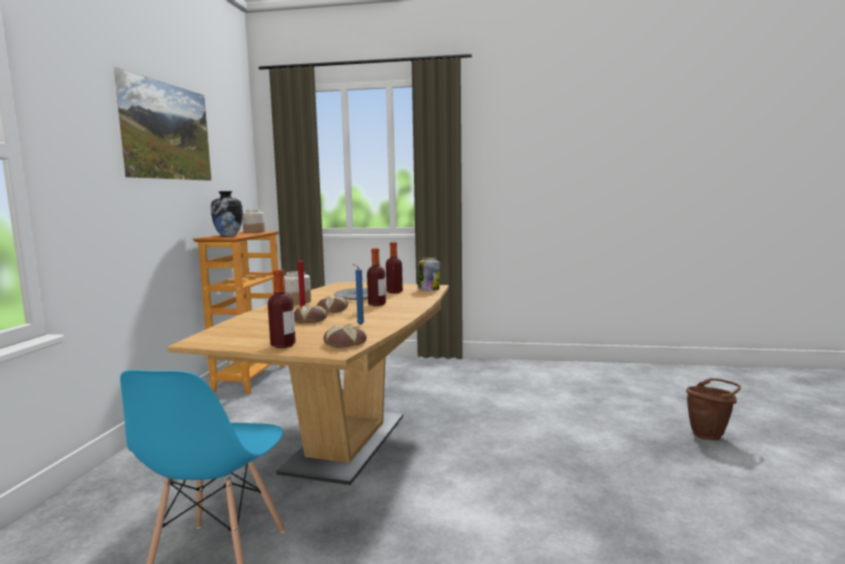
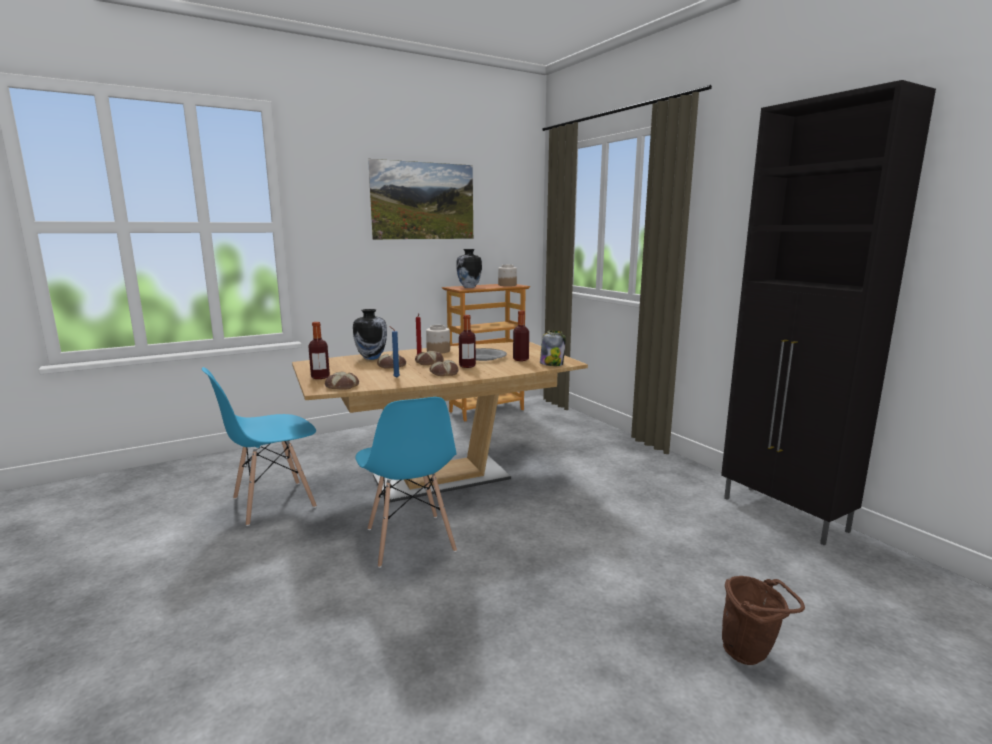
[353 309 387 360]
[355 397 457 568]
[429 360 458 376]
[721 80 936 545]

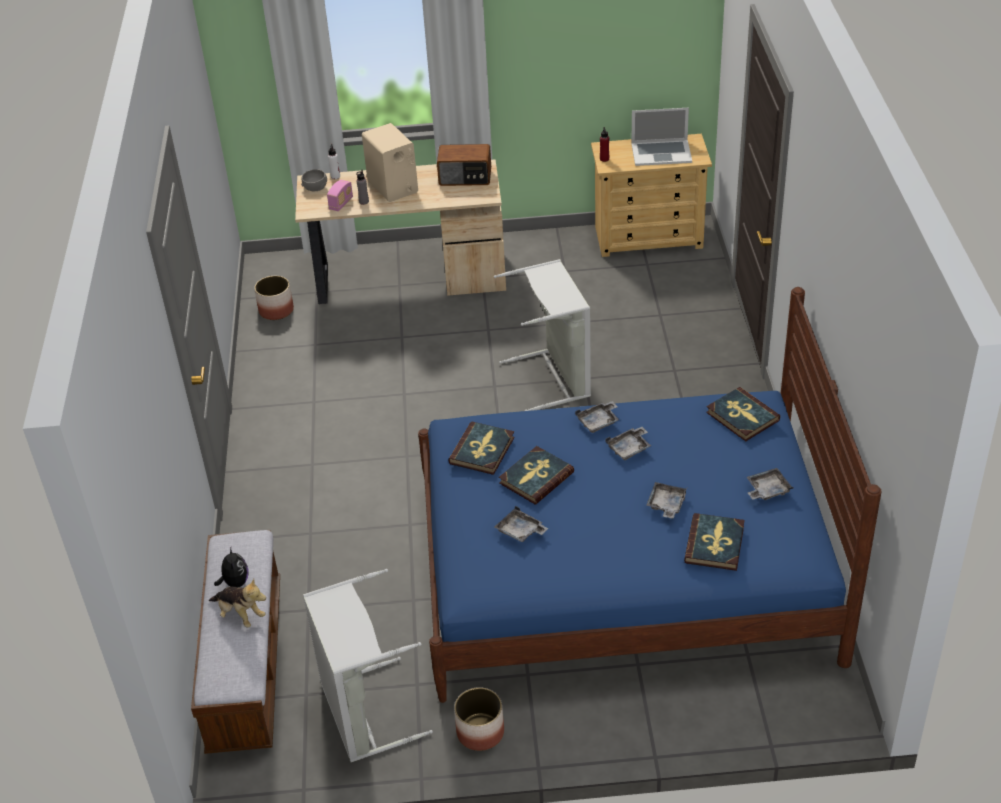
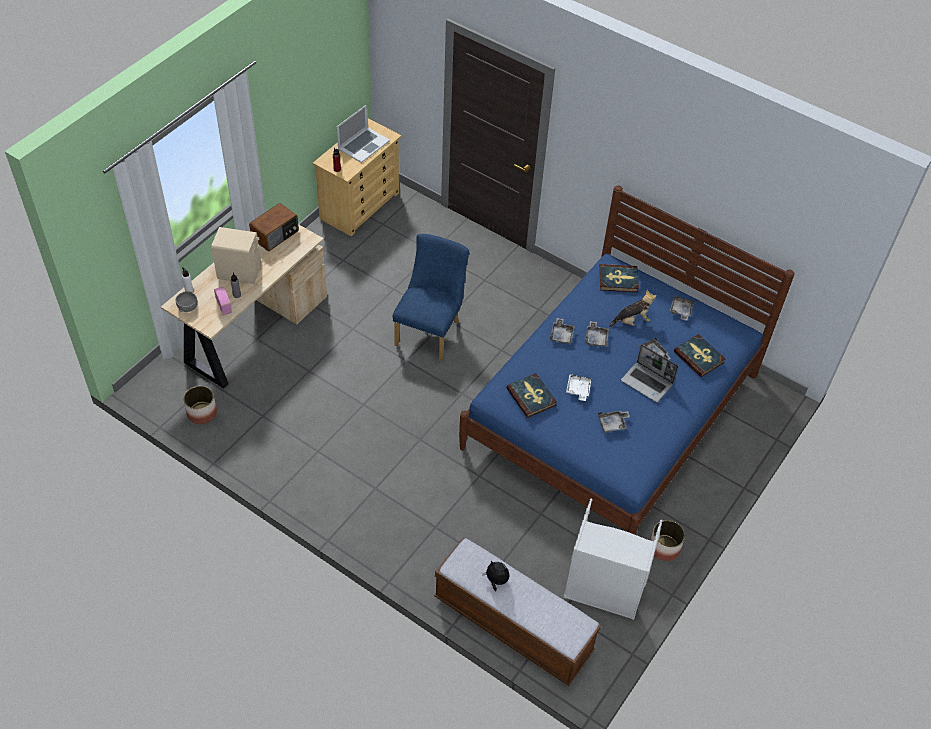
[392 234 469 361]
[566 374 592 401]
[609 290 656 327]
[621 344 678 402]

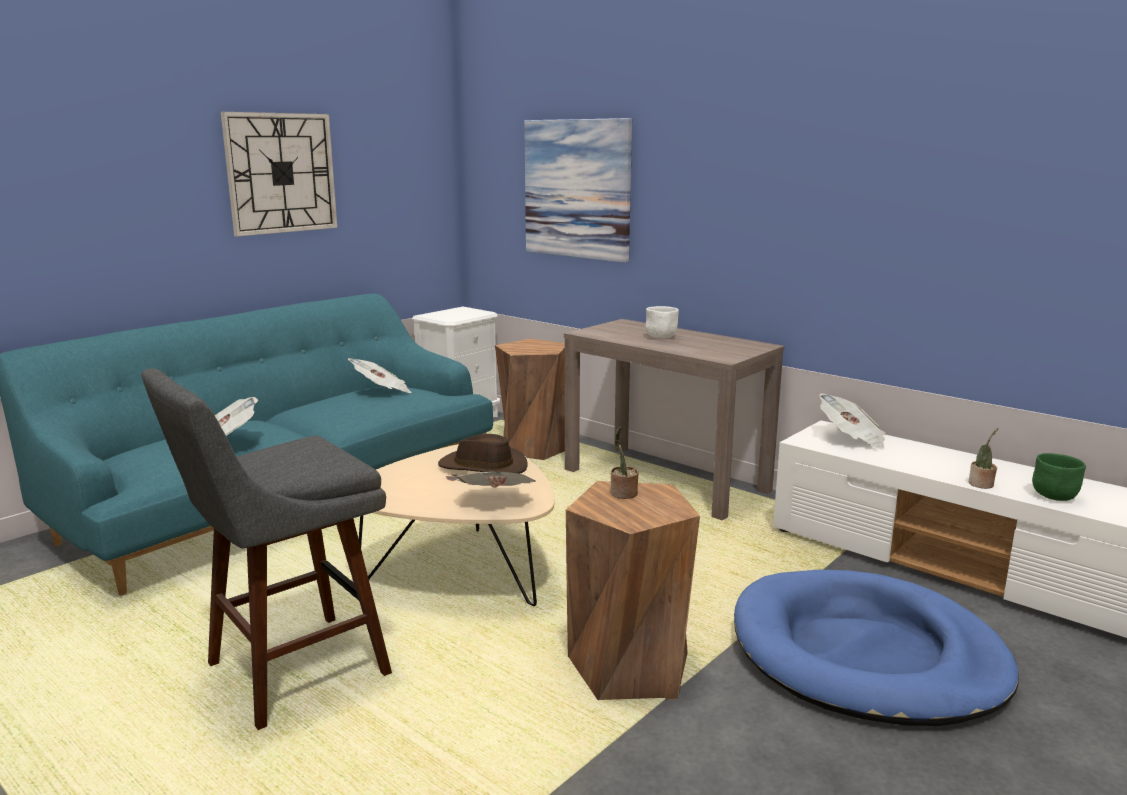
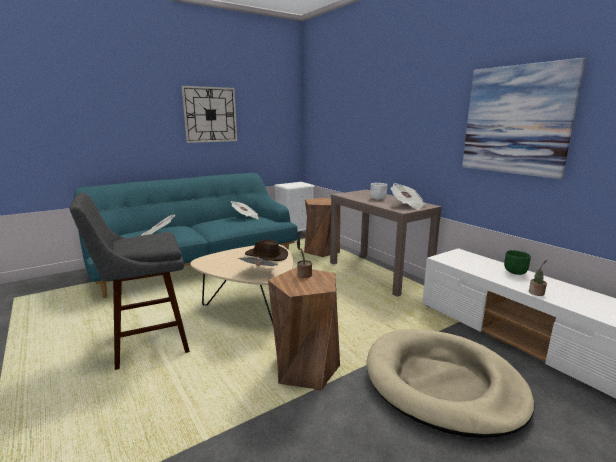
[367 329 535 438]
[390 183 426 210]
[462 58 586 179]
[504 250 531 275]

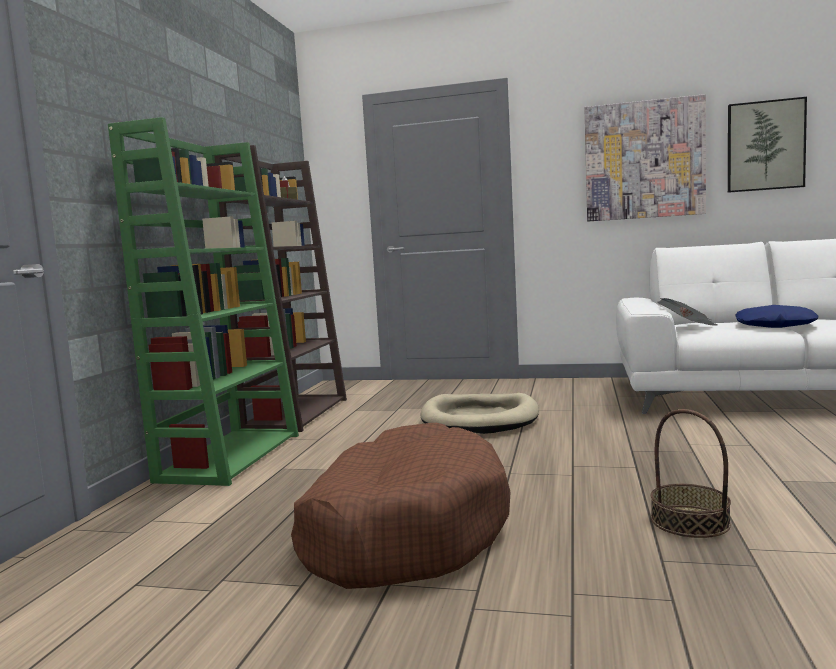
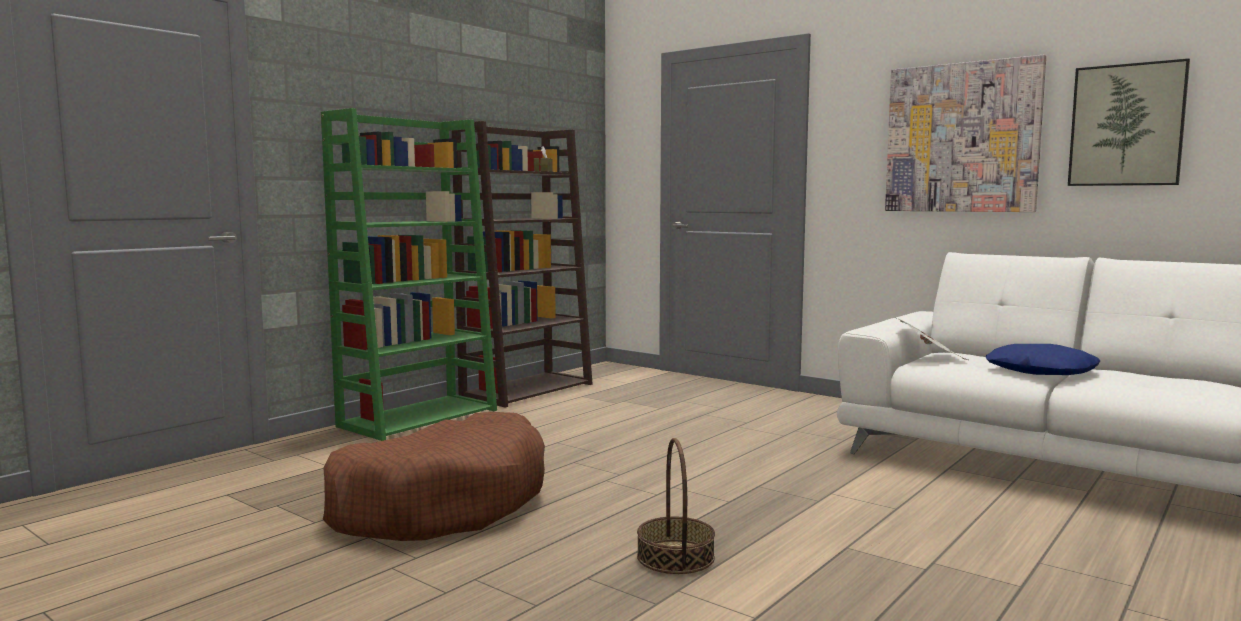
[421 393 539 434] (first image)

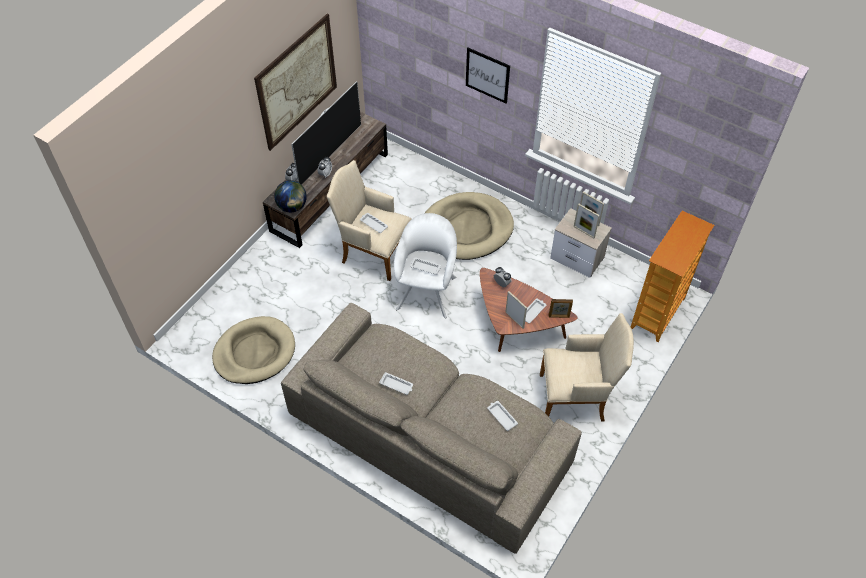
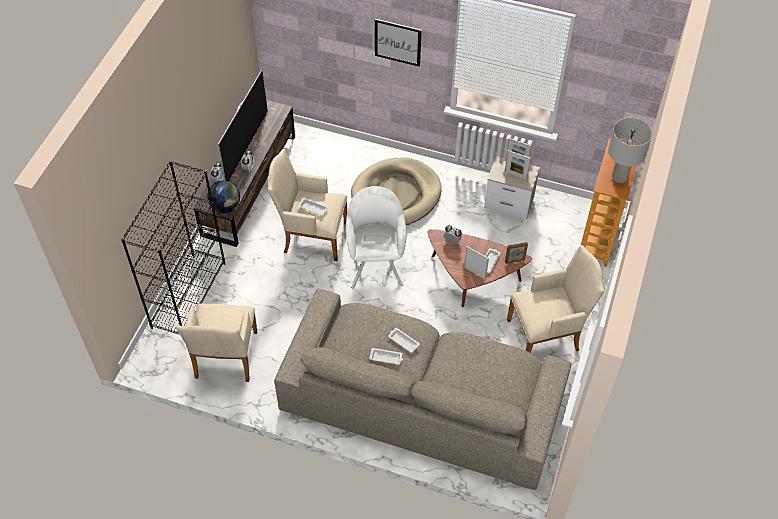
[121 161 225 335]
[176 303 257 382]
[388 328 420 353]
[608 118 652 183]
[254 14 337 151] (first image)

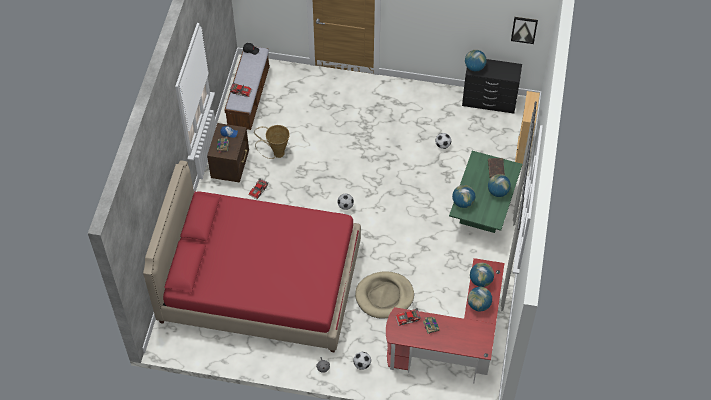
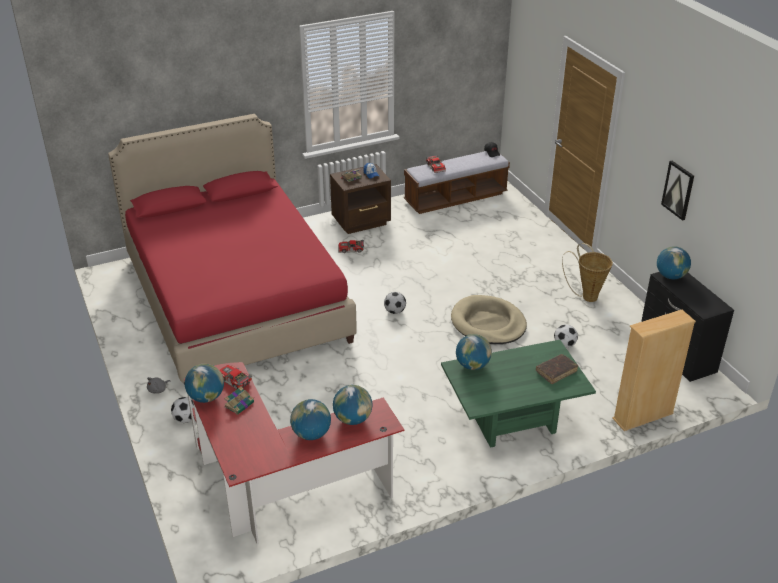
[185 364 224 403]
[451 295 527 344]
[562 243 613 302]
[661 161 694 221]

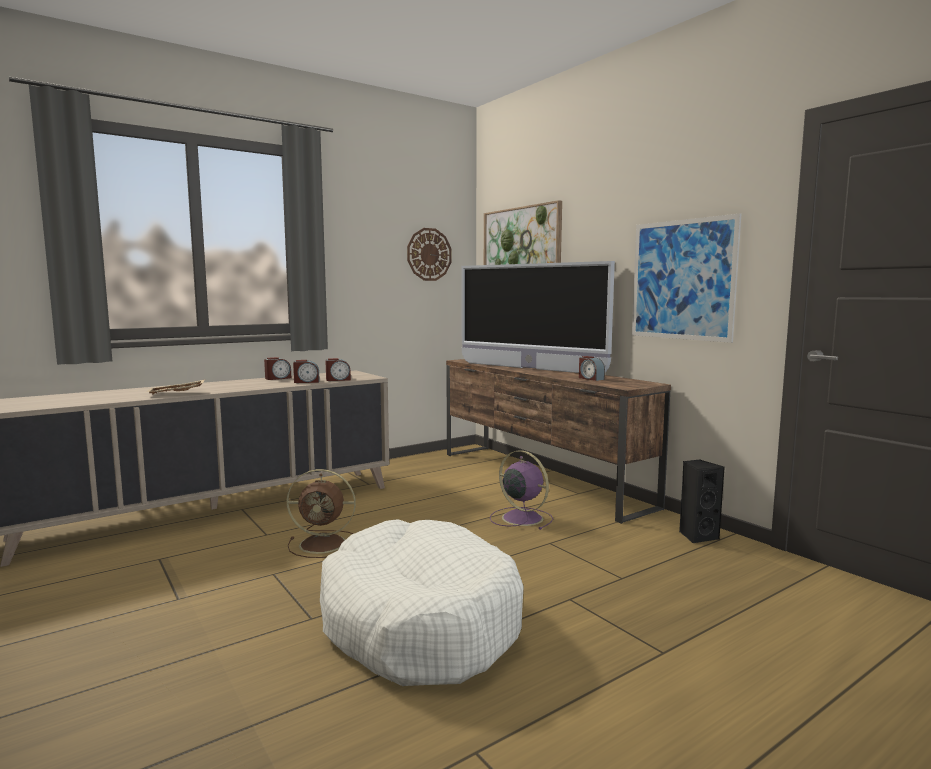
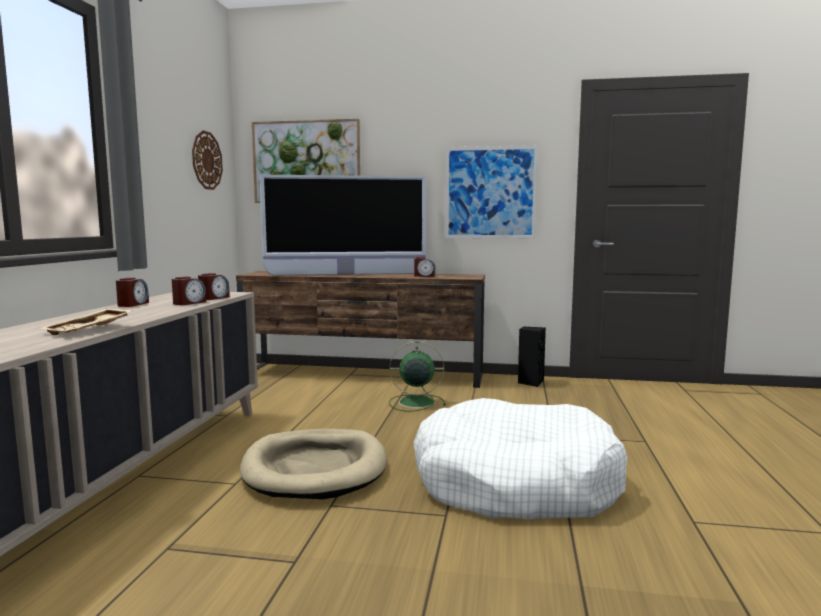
[240 429 387 499]
[389 342 446 412]

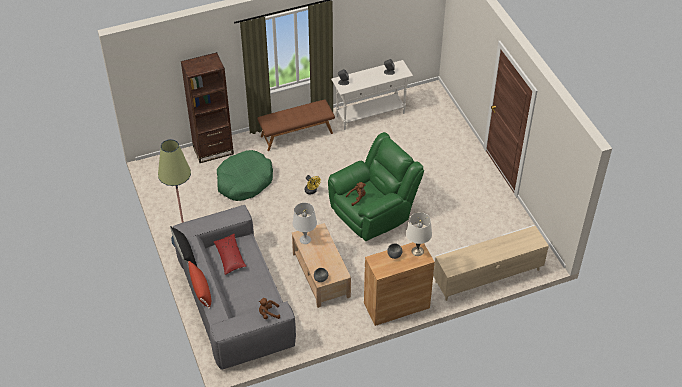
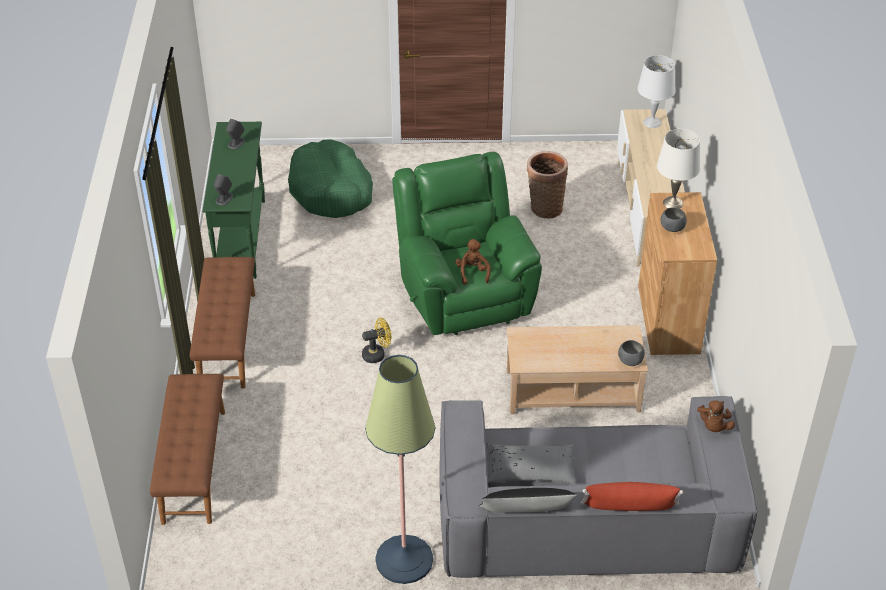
[150 374 225 525]
[203 122 265 279]
[288 140 373 218]
[487 443 576 484]
[527 151 568 218]
[637 55 676 128]

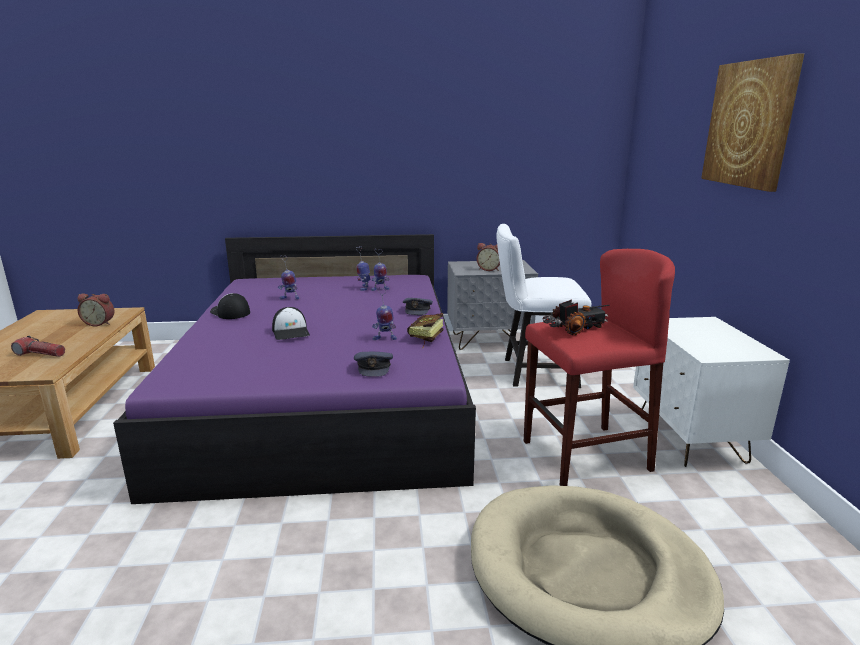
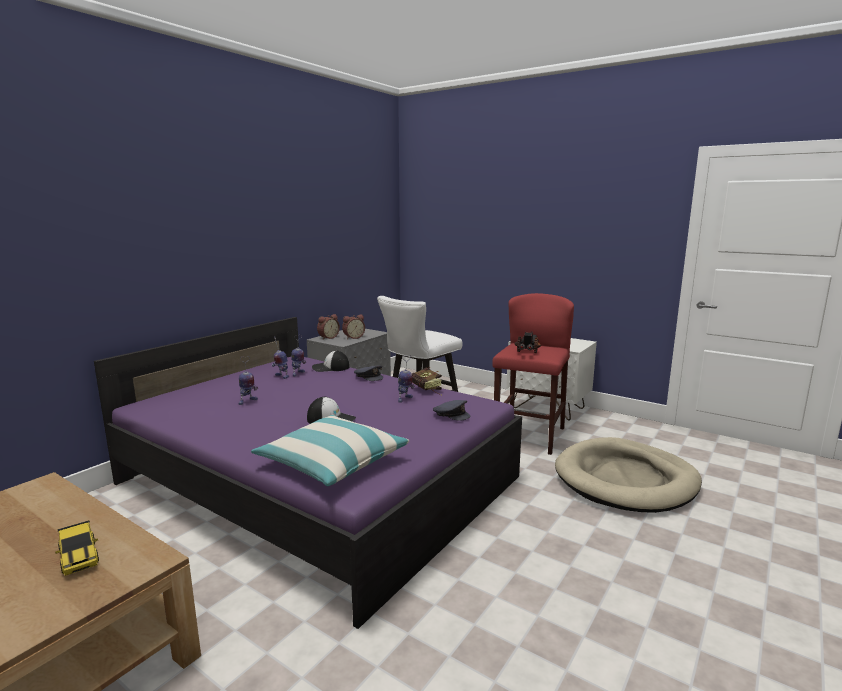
[55 520 99 576]
[251 415 409 487]
[312 351 349 372]
[317 314 340 340]
[701 53 804 192] (first image)

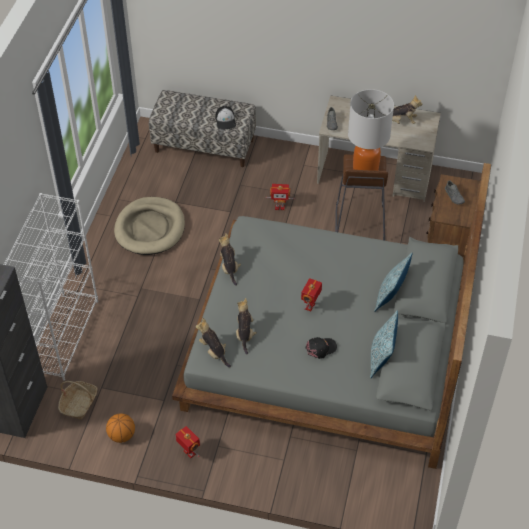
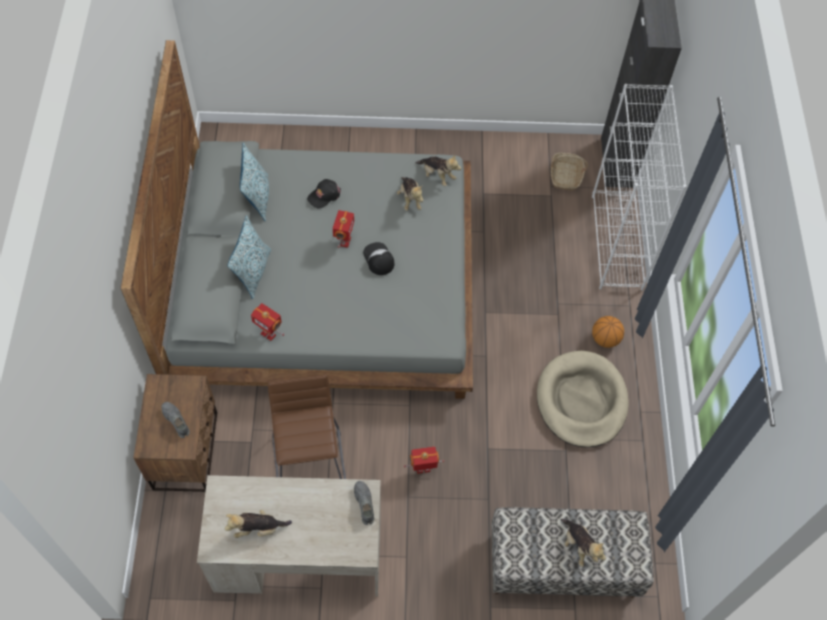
[251 303 284 341]
[363 242 394 275]
[560 519 606 567]
[592 316 624 348]
[348 89 394 171] (first image)

